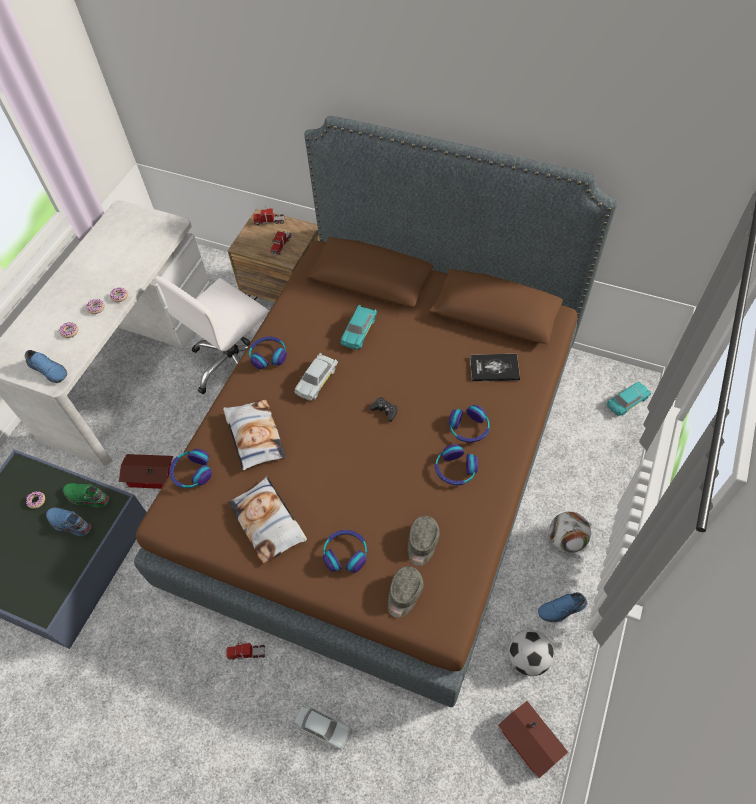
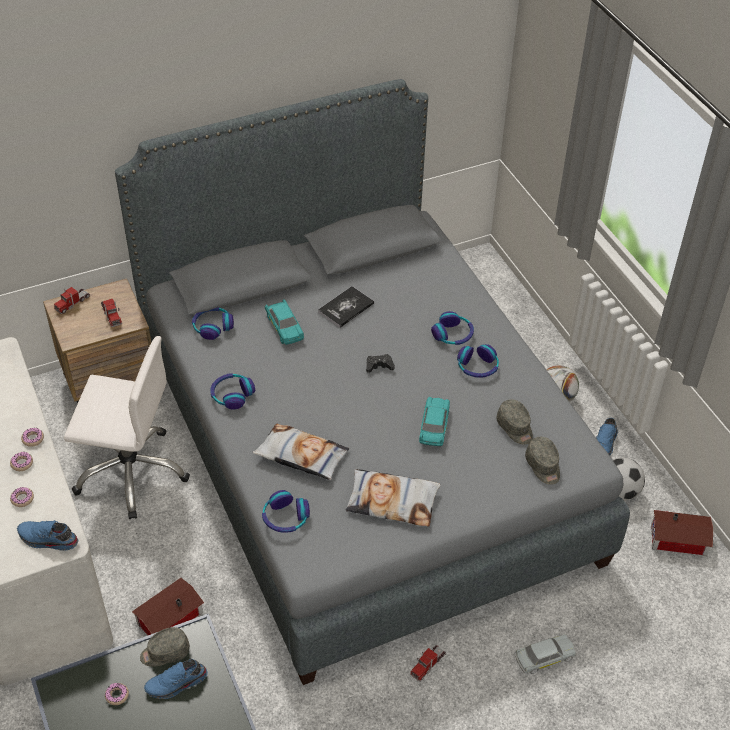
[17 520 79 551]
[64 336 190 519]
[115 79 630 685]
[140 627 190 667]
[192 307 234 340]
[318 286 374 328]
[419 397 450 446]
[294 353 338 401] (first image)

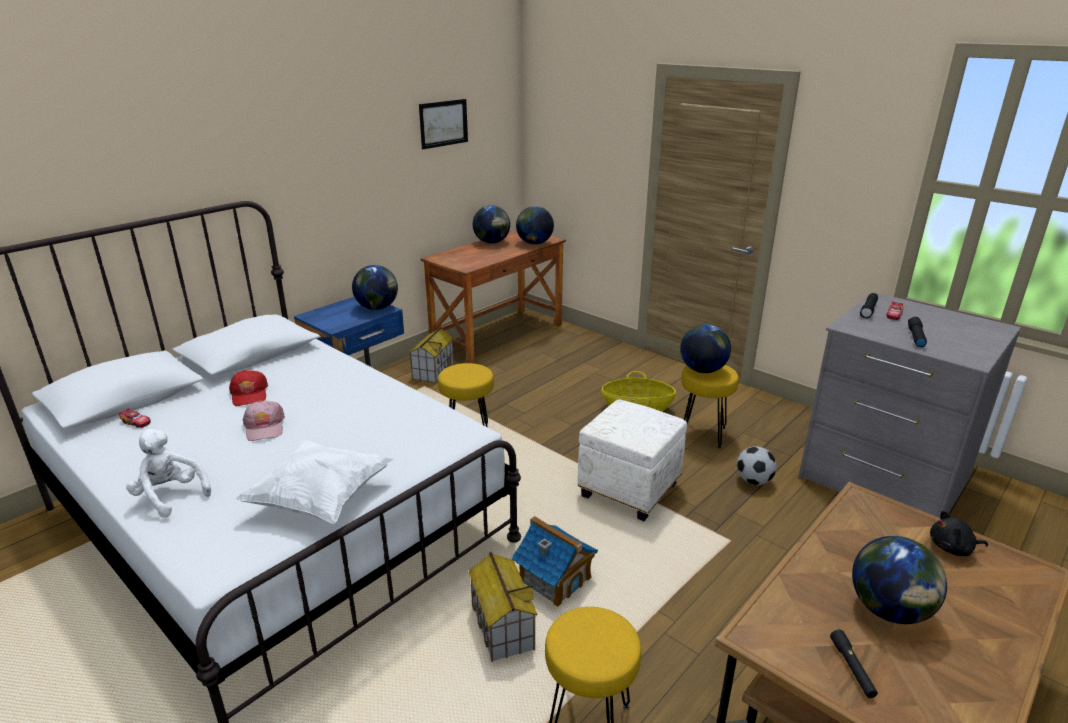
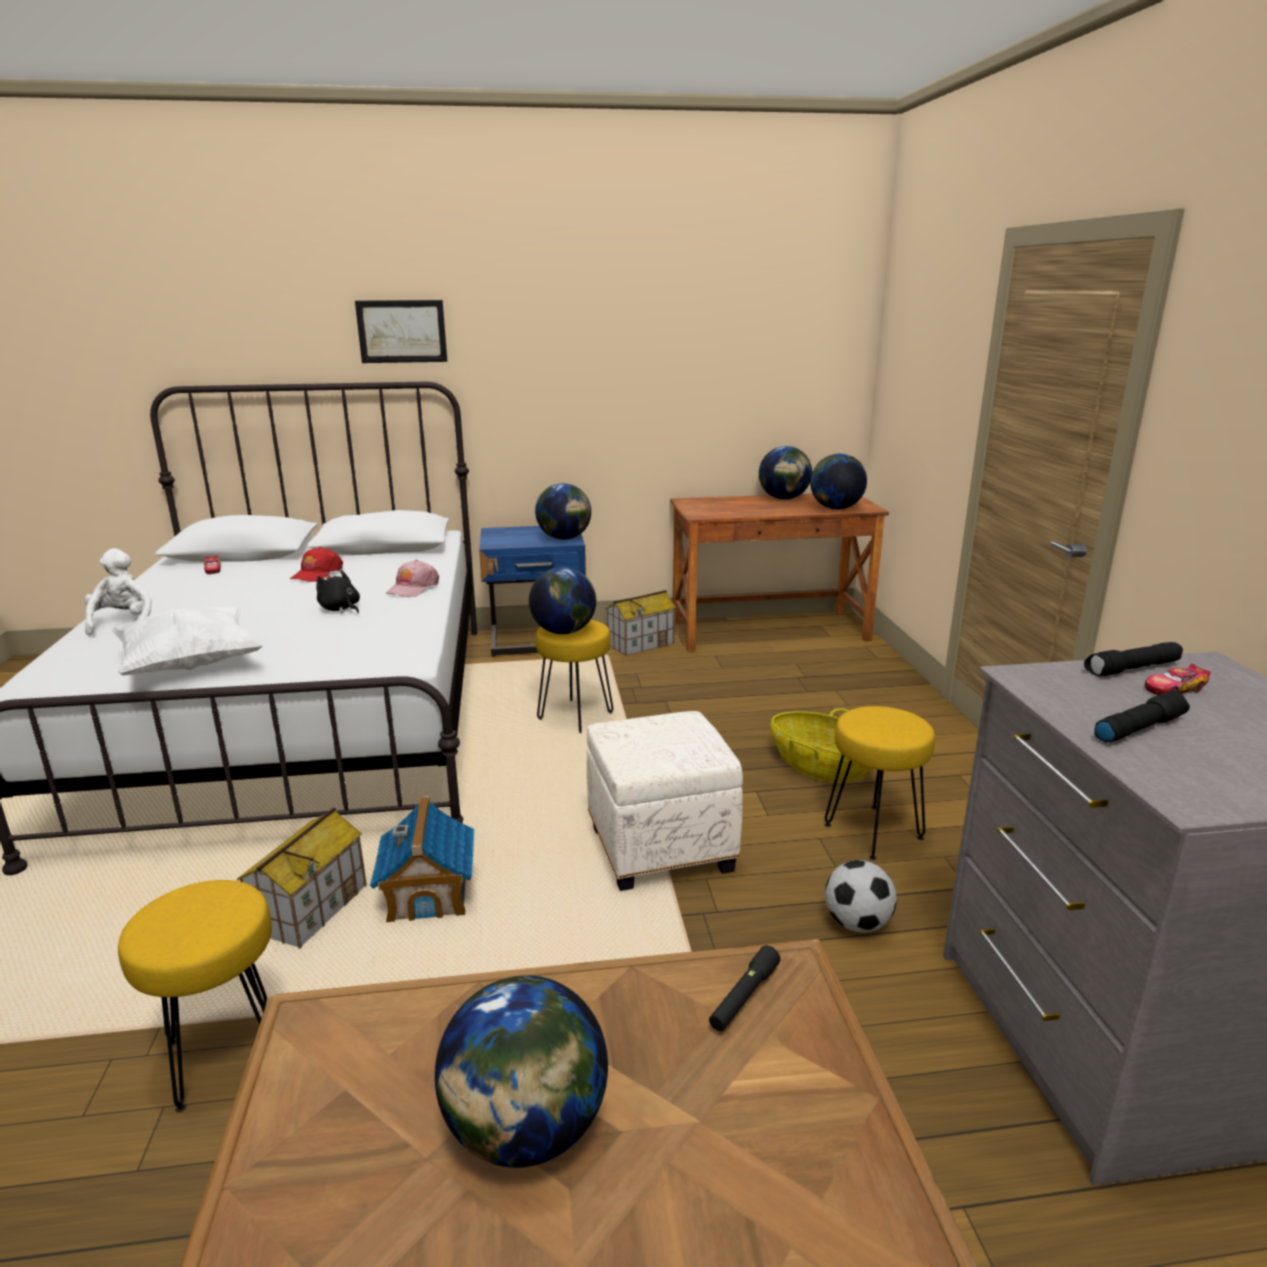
[316 570 360 613]
[355 300 448 363]
[386 560 439 597]
[529 567 596 634]
[709 945 781 1031]

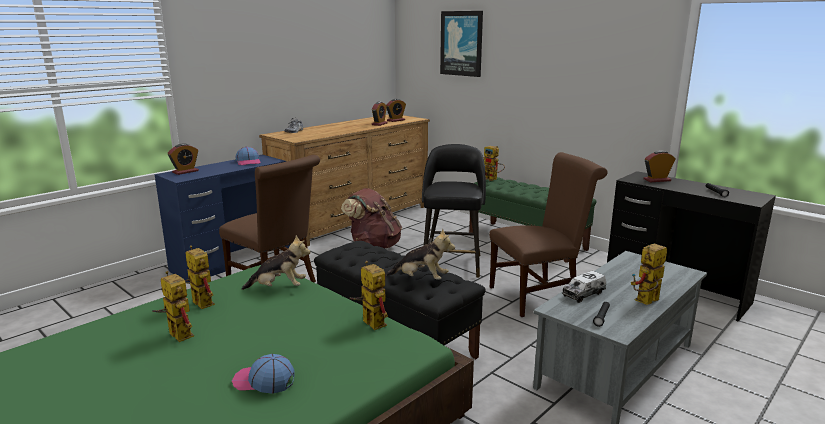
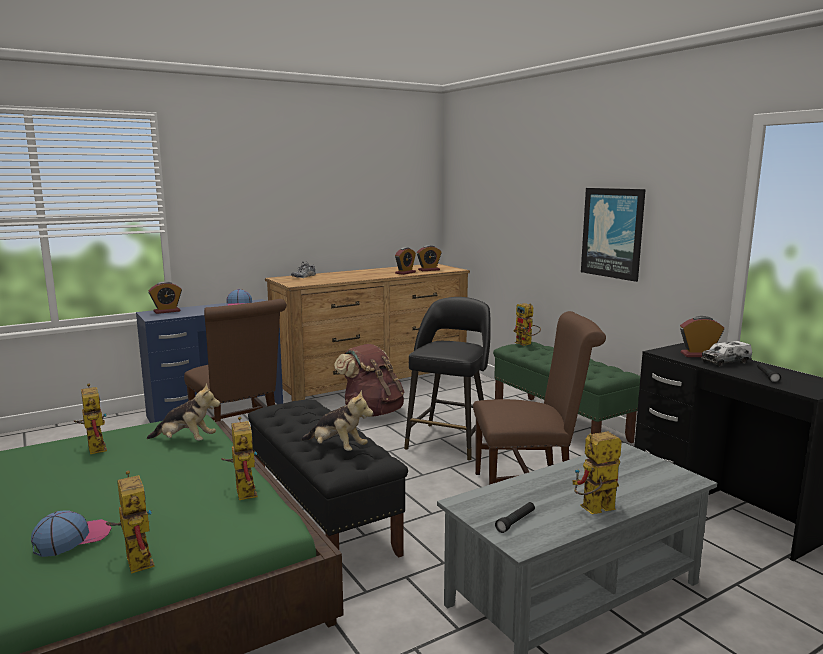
[31 510 111 557]
[106 471 155 574]
[581 188 646 282]
[701 341 752 367]

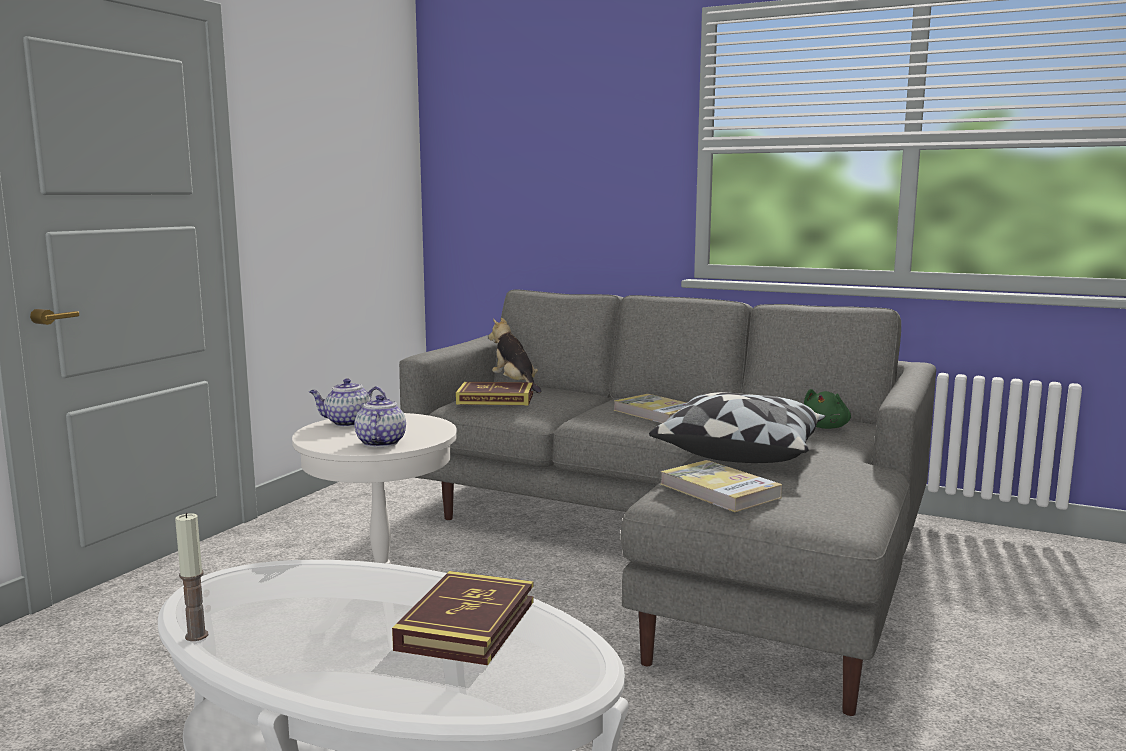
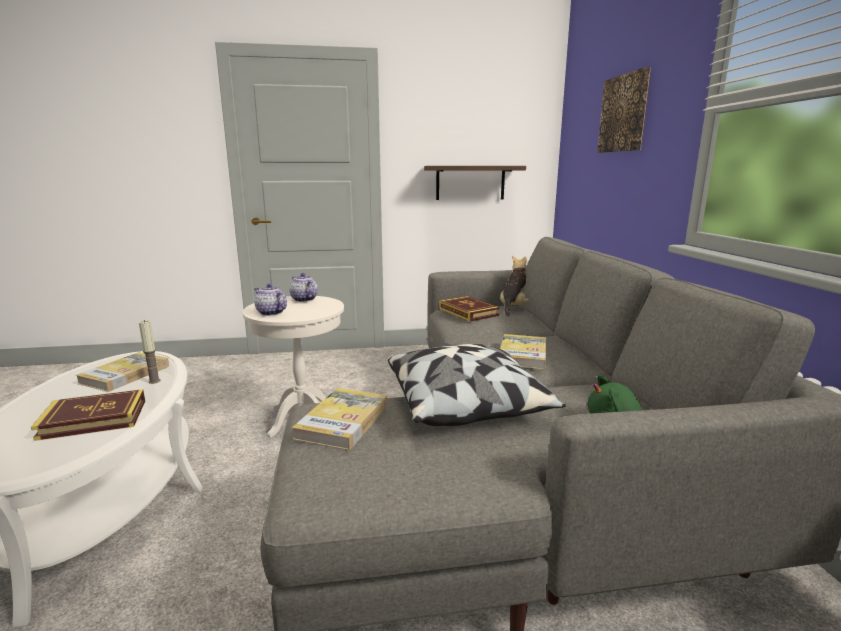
[76 352 169 392]
[139 320 161 384]
[254 284 287 316]
[424 166 526 200]
[597 67 651 153]

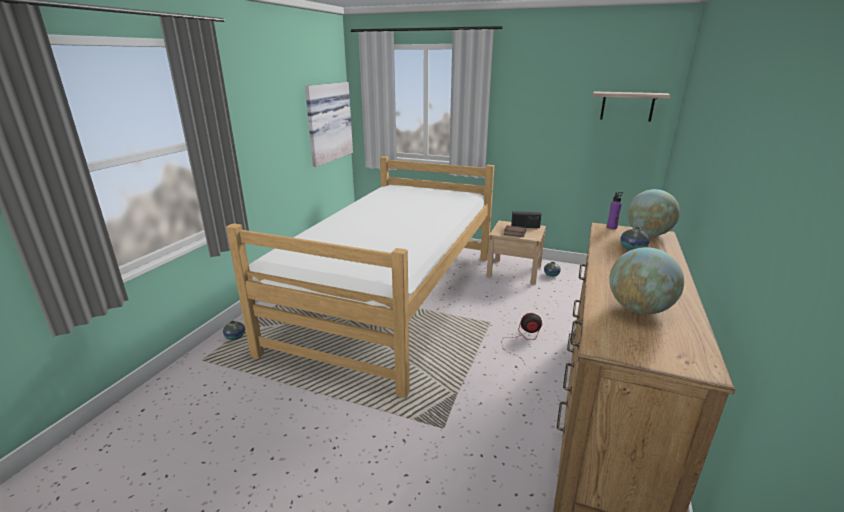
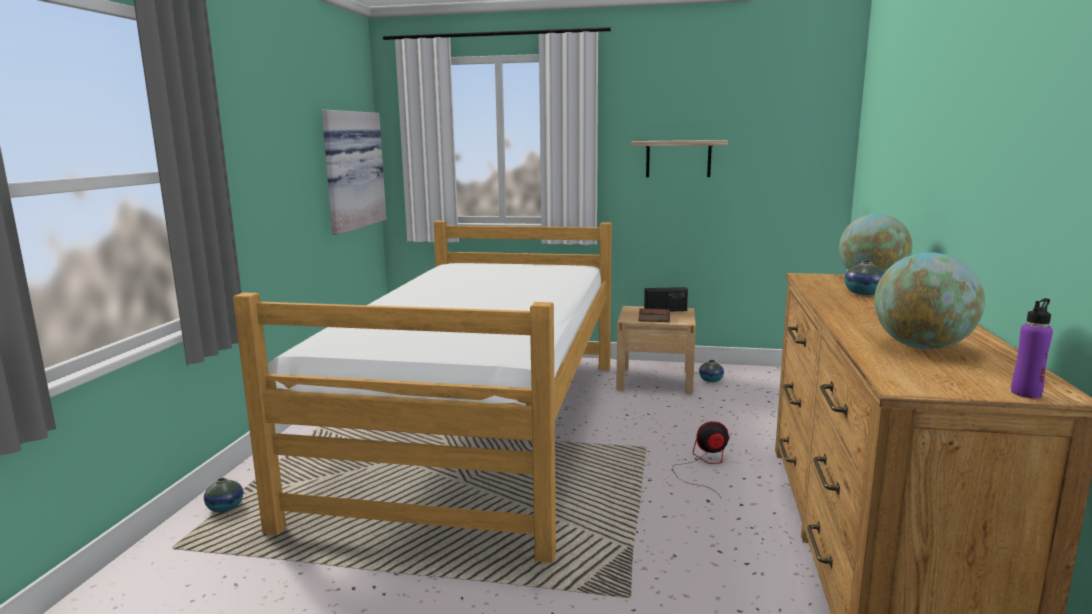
[631 140 728 177]
[1011 298 1053 398]

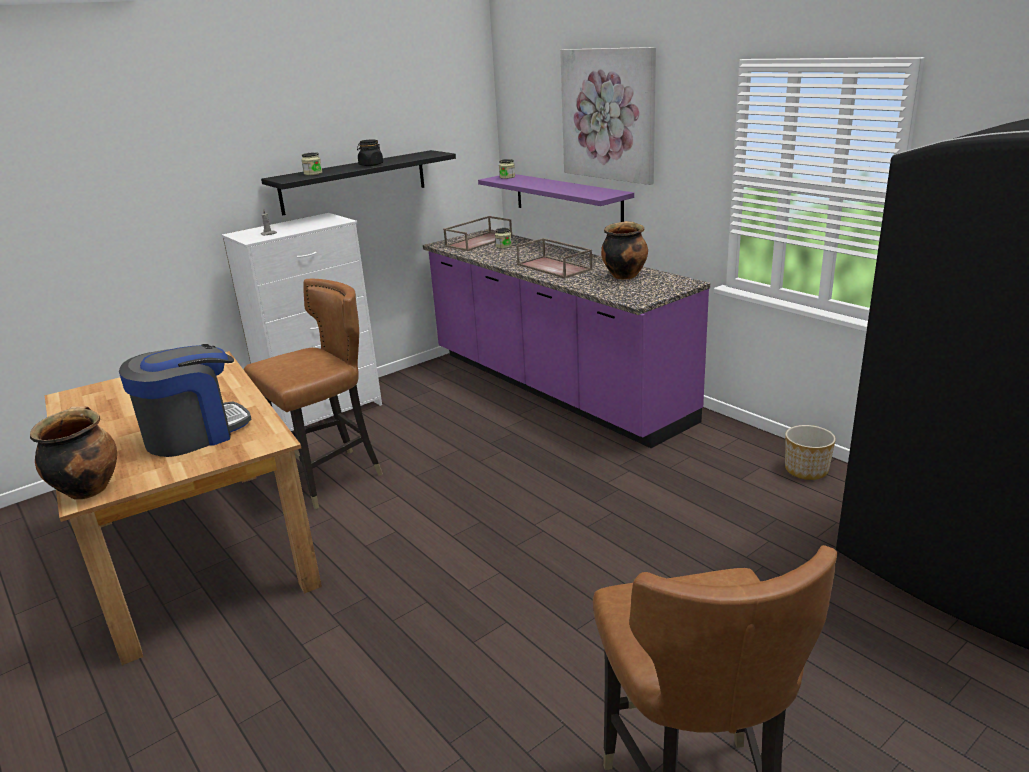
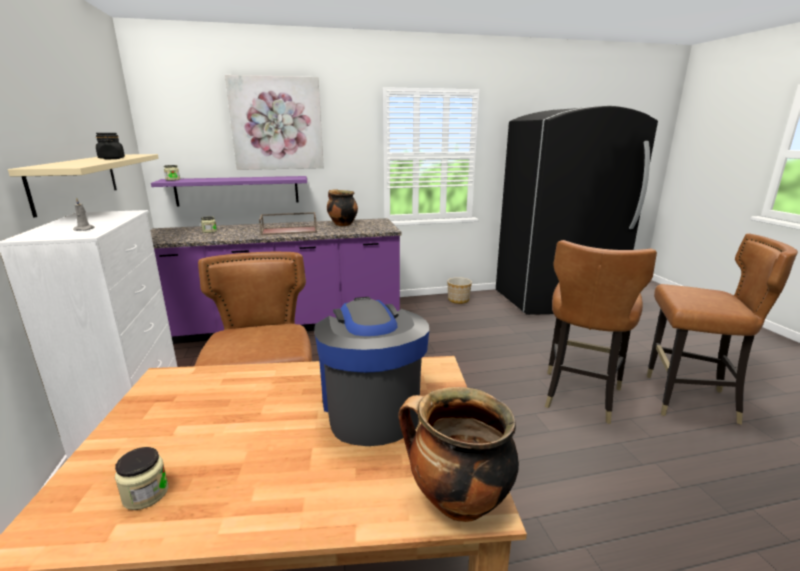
[8 154 159 218]
[115 447 168 510]
[545 240 657 424]
[443 216 513 251] (first image)

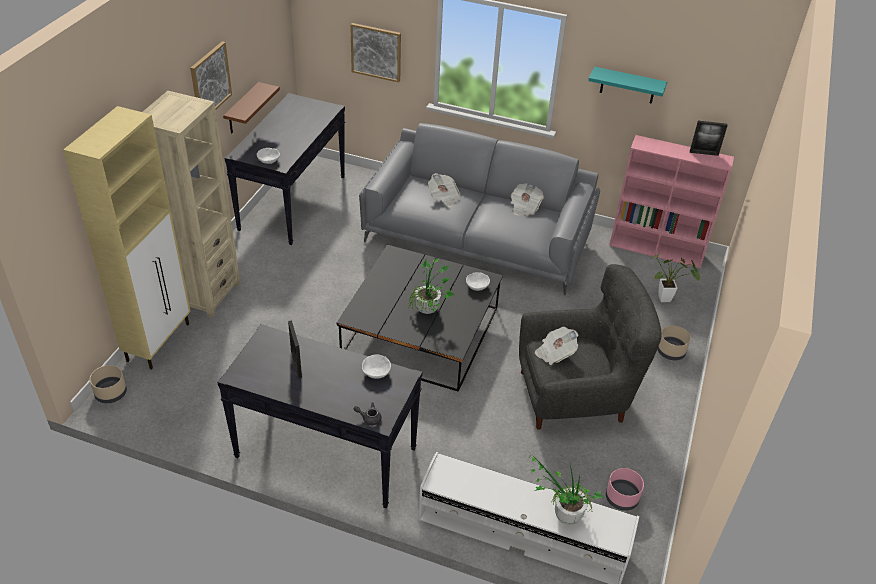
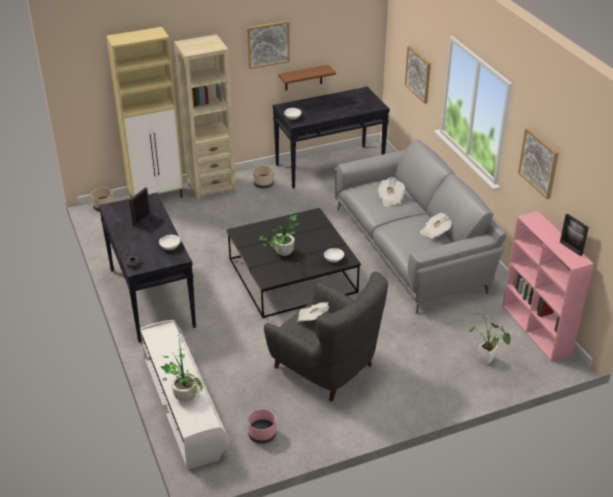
[253 165 274 189]
[518 128 559 199]

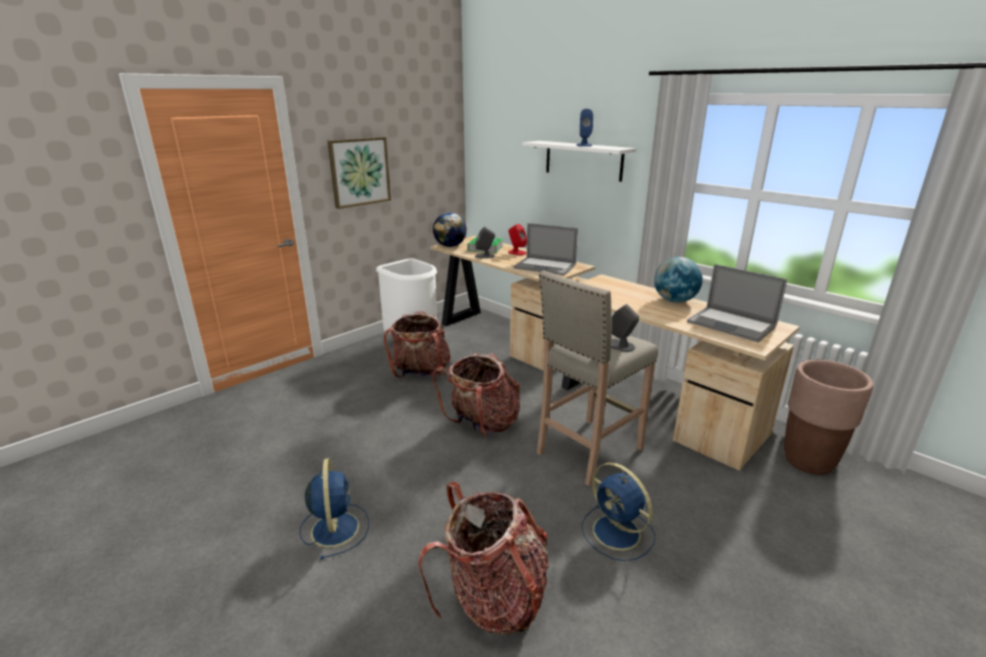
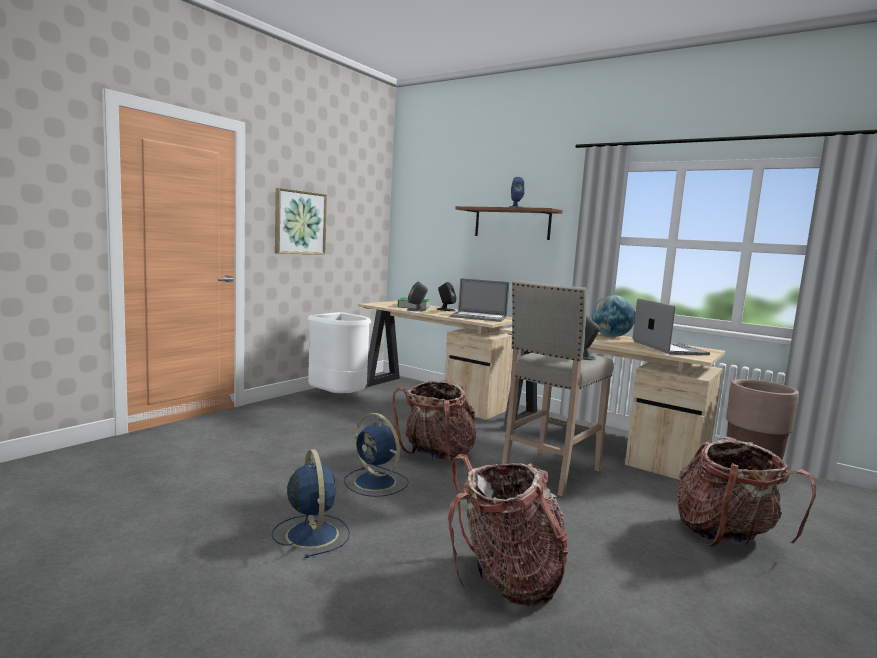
[344 413 409 497]
[437 282 457 311]
[456 206 563 240]
[633 298 710 355]
[677 436 816 547]
[433 213 467 247] (first image)

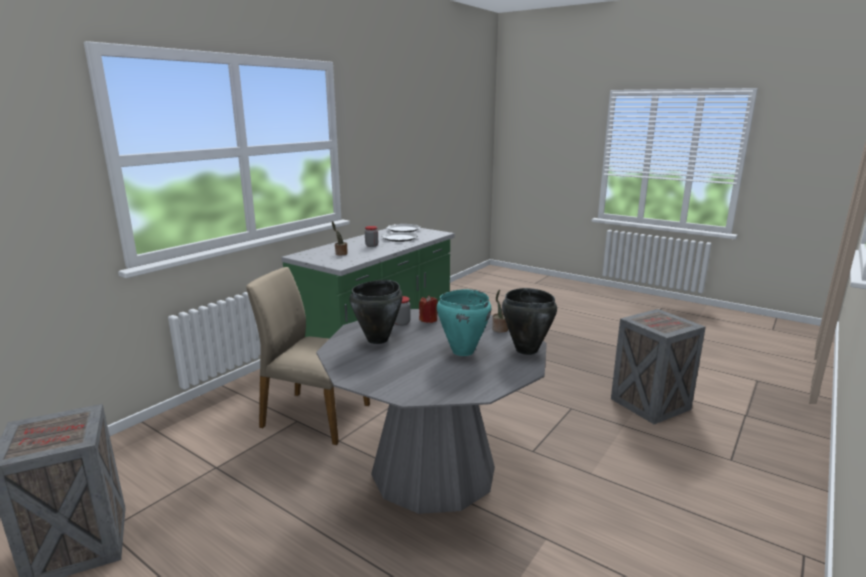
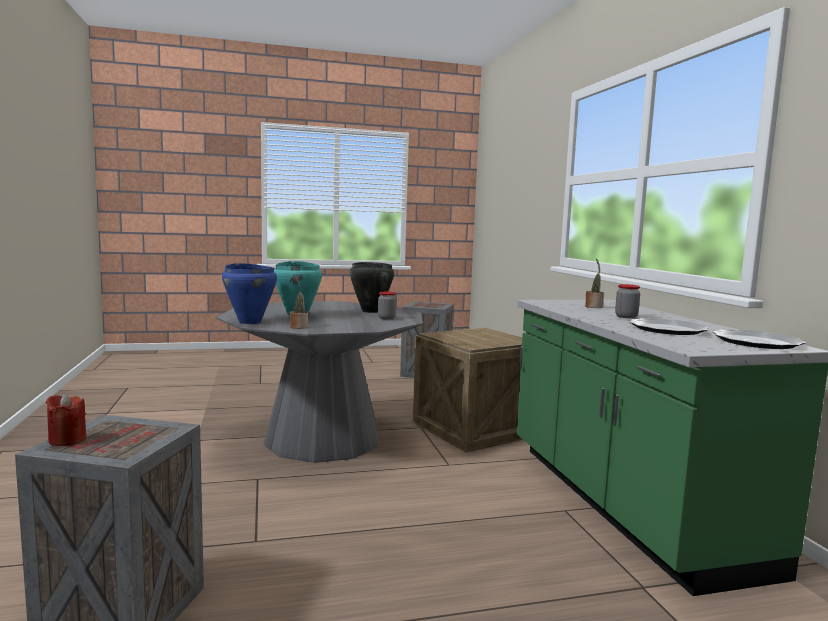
[46 393 86 446]
[222 263 277 324]
[413 328 523 453]

